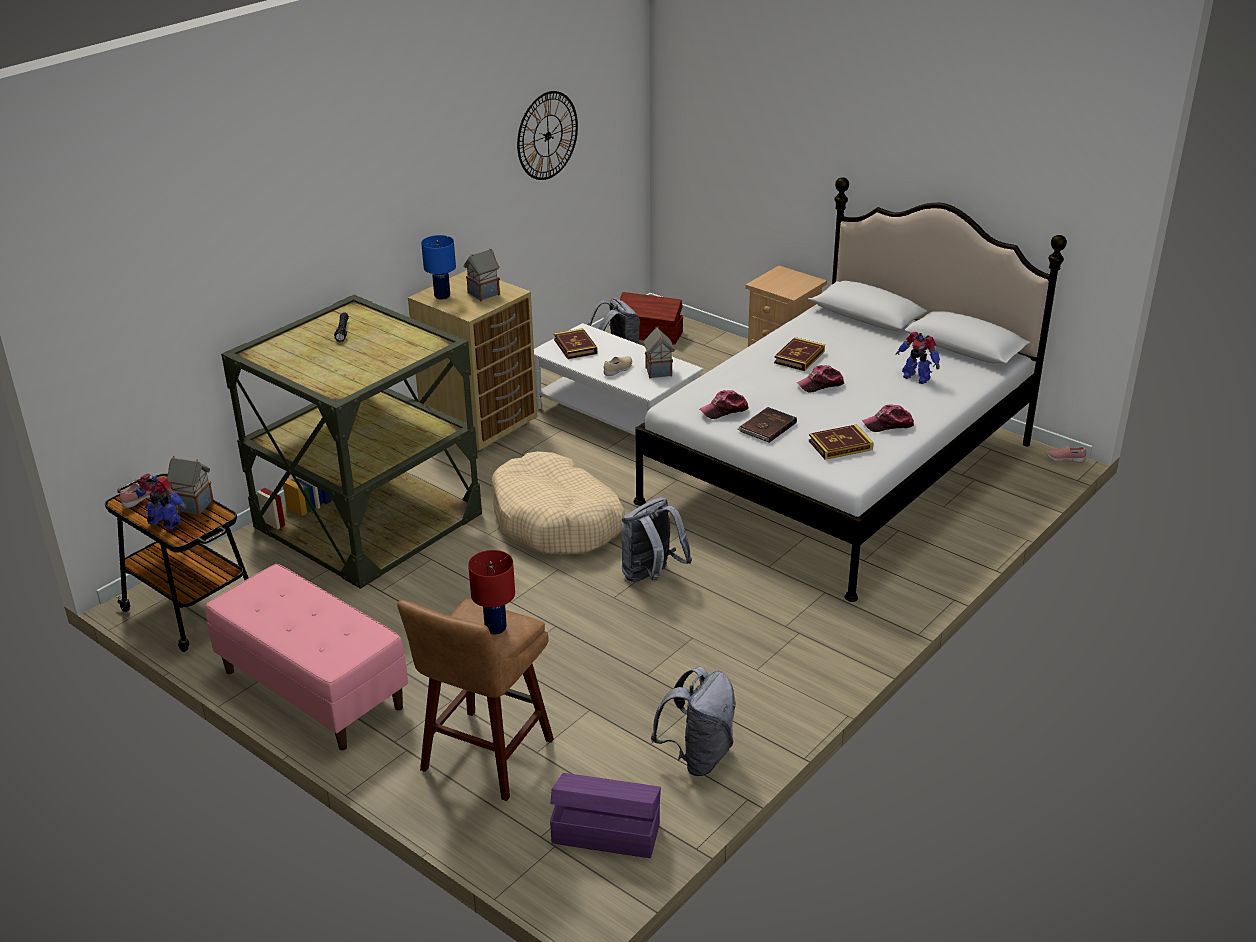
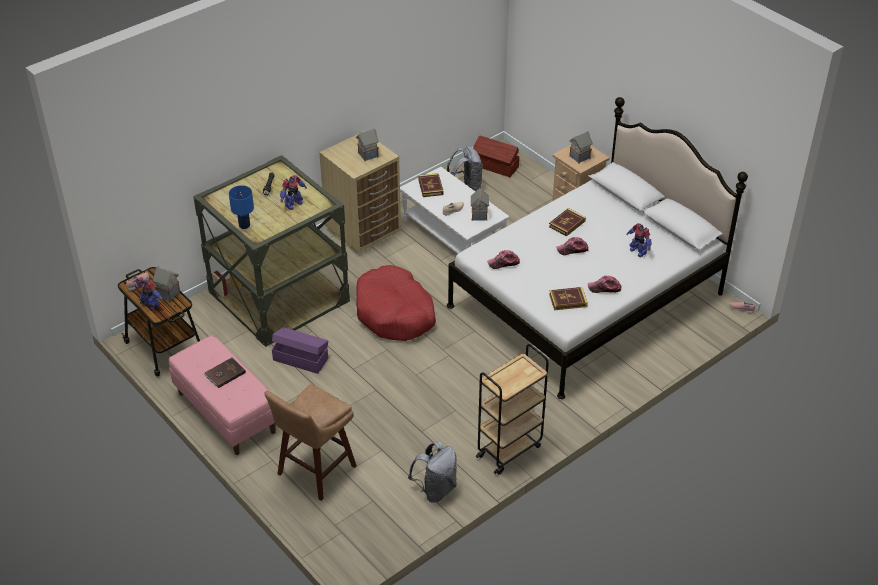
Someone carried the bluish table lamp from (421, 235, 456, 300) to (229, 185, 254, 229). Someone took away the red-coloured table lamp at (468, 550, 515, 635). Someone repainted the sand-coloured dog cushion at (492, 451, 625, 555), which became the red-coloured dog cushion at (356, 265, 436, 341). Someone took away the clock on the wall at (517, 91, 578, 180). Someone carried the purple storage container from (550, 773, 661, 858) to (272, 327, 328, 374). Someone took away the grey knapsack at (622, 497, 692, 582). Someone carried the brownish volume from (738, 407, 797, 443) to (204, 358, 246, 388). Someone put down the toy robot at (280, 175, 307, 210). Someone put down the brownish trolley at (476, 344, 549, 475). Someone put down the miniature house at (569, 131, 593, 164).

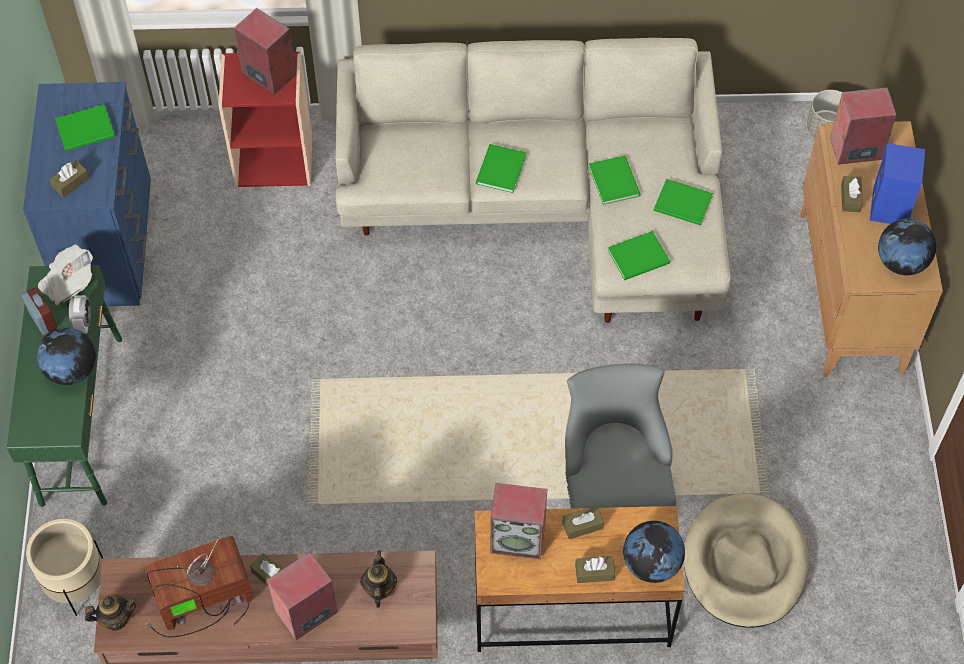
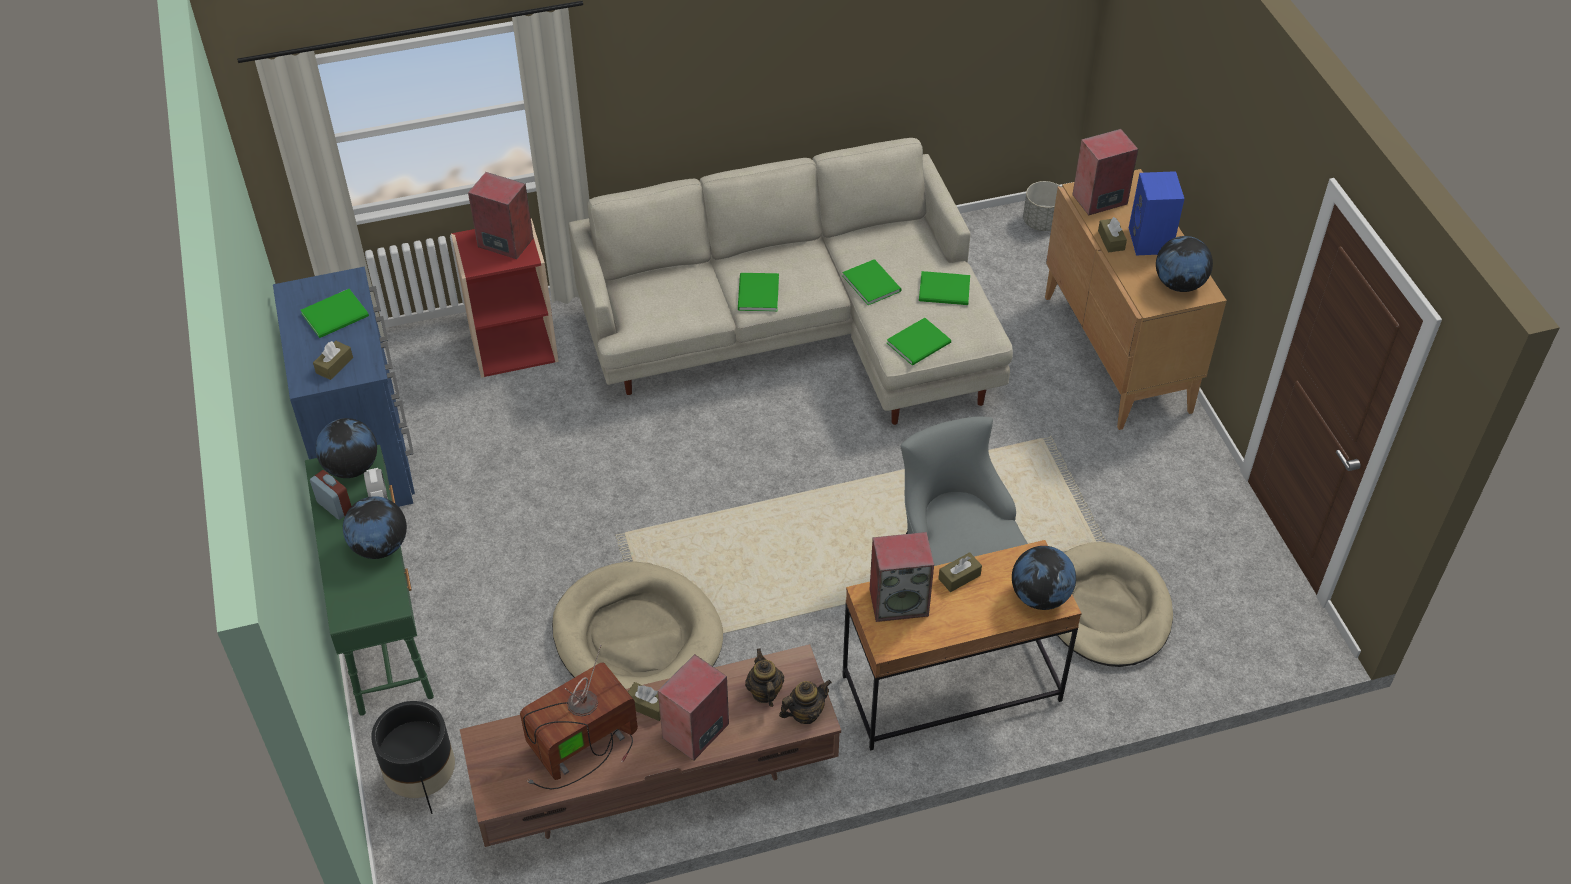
Someone repainted the sand-coloured plant pot at (26, 519, 103, 616), which became the black-coloured plant pot at (371, 701, 455, 814). Someone swapped the daily paper at (38, 245, 93, 305) for the globe at (315, 418, 377, 478). Someone carried the tea pot from (85, 595, 137, 631) to (779, 680, 832, 724). Someone took away the brownish tissue holder at (575, 556, 615, 583). Someone put down the sand-coloured dog cushion at (552, 561, 723, 689).

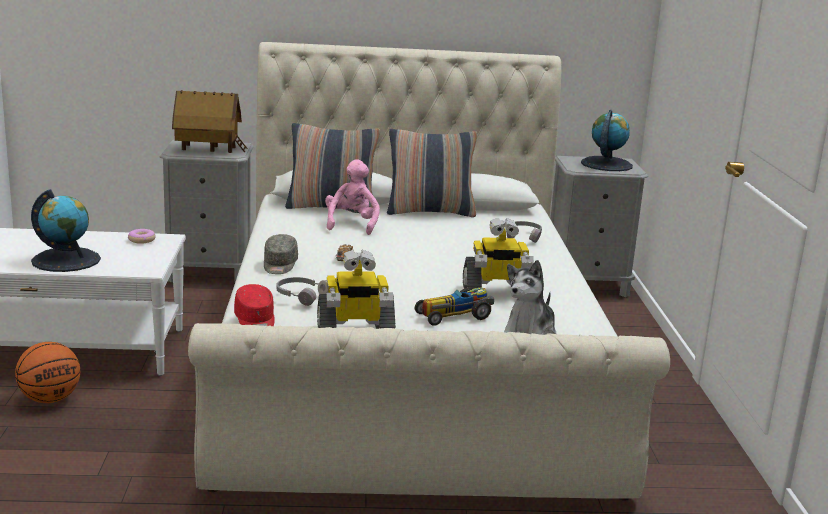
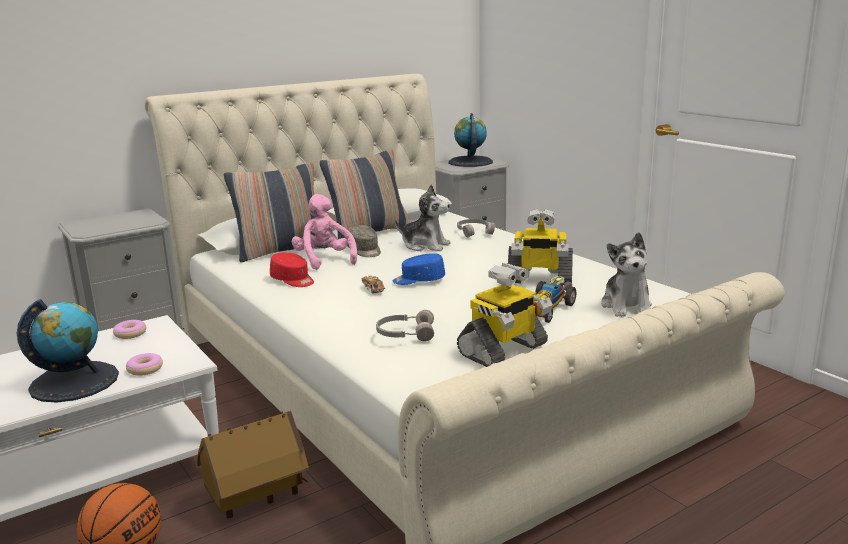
Someone carried the miniature house from (172, 90, 247, 153) to (197, 411, 309, 519). Someone carried the red-coloured cap from (234, 284, 275, 326) to (270, 252, 314, 287). Someone carried the grey cap from (264, 234, 298, 274) to (347, 225, 381, 257). Someone rotated the toy robot at (463, 218, 534, 290) by 45 degrees clockwise. Someone put down the ring doughnut at (126, 353, 163, 376). Someone put down the bluish cap at (393, 253, 445, 285). Someone put down the soft toy at (395, 185, 451, 251).

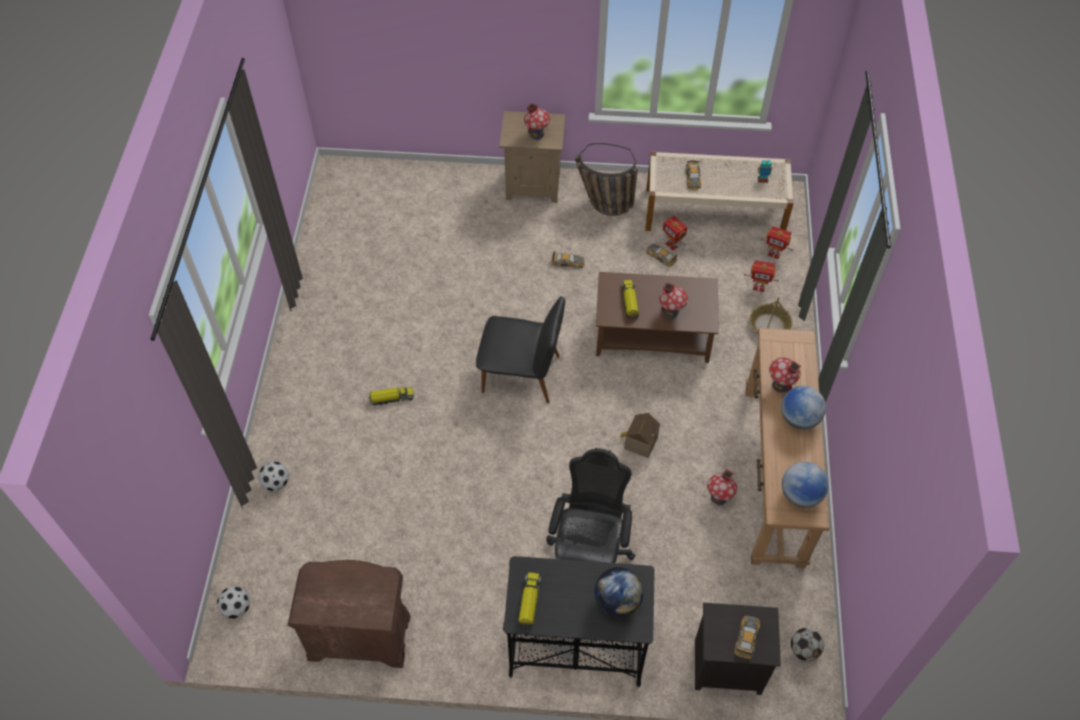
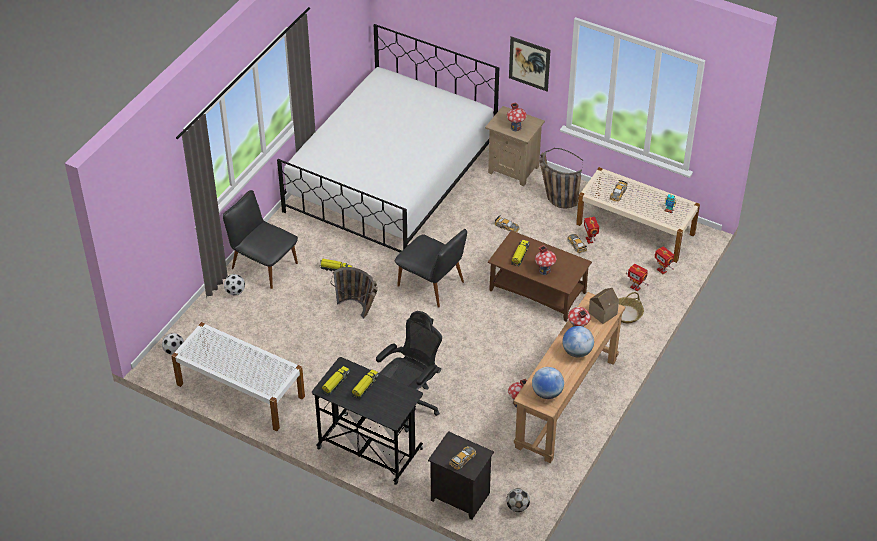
Someone swapped the brownish night table at (288, 560, 411, 668) for the white-coloured indoor bench at (171, 322, 305, 431). Someone took away the globe at (594, 567, 644, 617). Someone carried the miniature house from (620, 413, 660, 458) to (589, 288, 619, 324). Someone put down the black-coloured plain chair at (223, 190, 298, 289). Someone put down the white-coloured bed at (277, 24, 499, 253). Someone put down the household basket at (330, 267, 378, 319). Someone put down the model truck at (351, 369, 379, 399). Someone put up the wall picture at (509, 36, 550, 92).

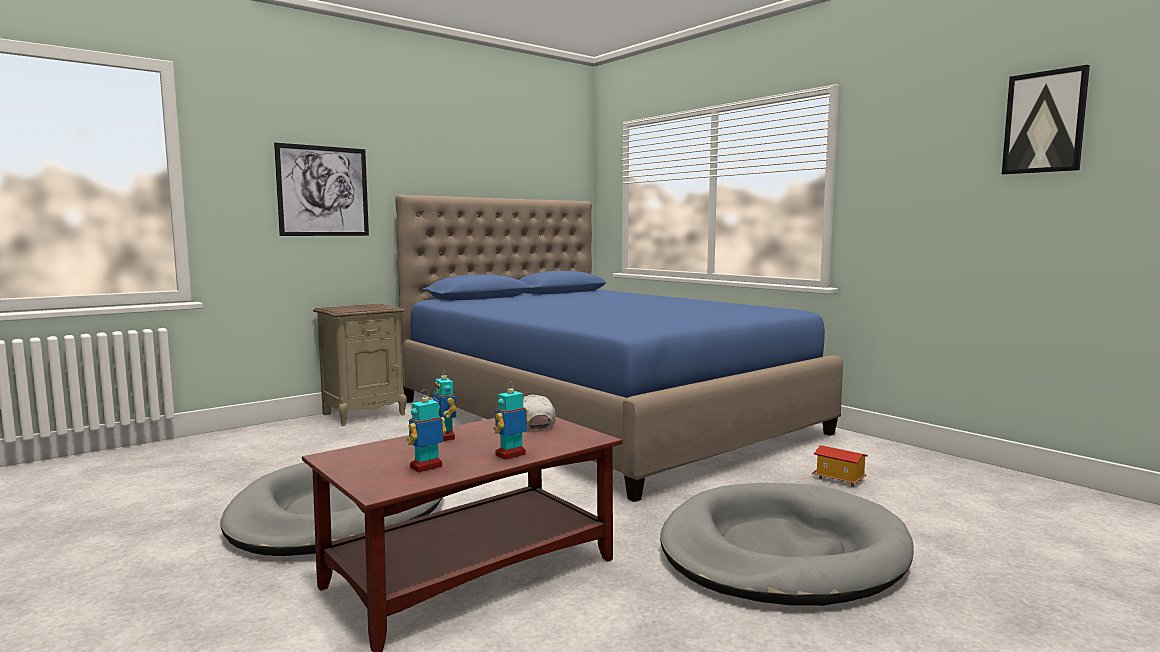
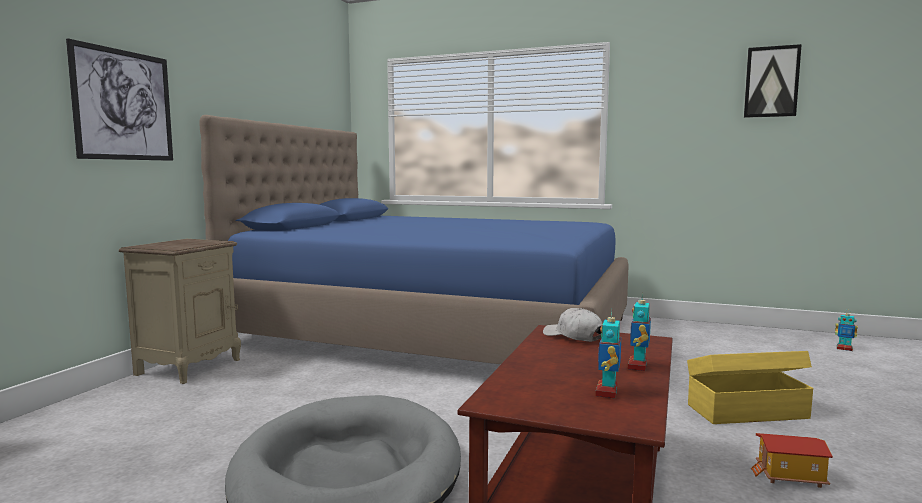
Someone carried the toy robot from (433, 368, 457, 441) to (835, 311, 858, 351). Someone swapped the grey dog cushion at (660, 483, 914, 606) for the yellowish storage container at (687, 351, 813, 424). Someone carried the miniature house from (812, 445, 868, 487) to (750, 433, 833, 488).

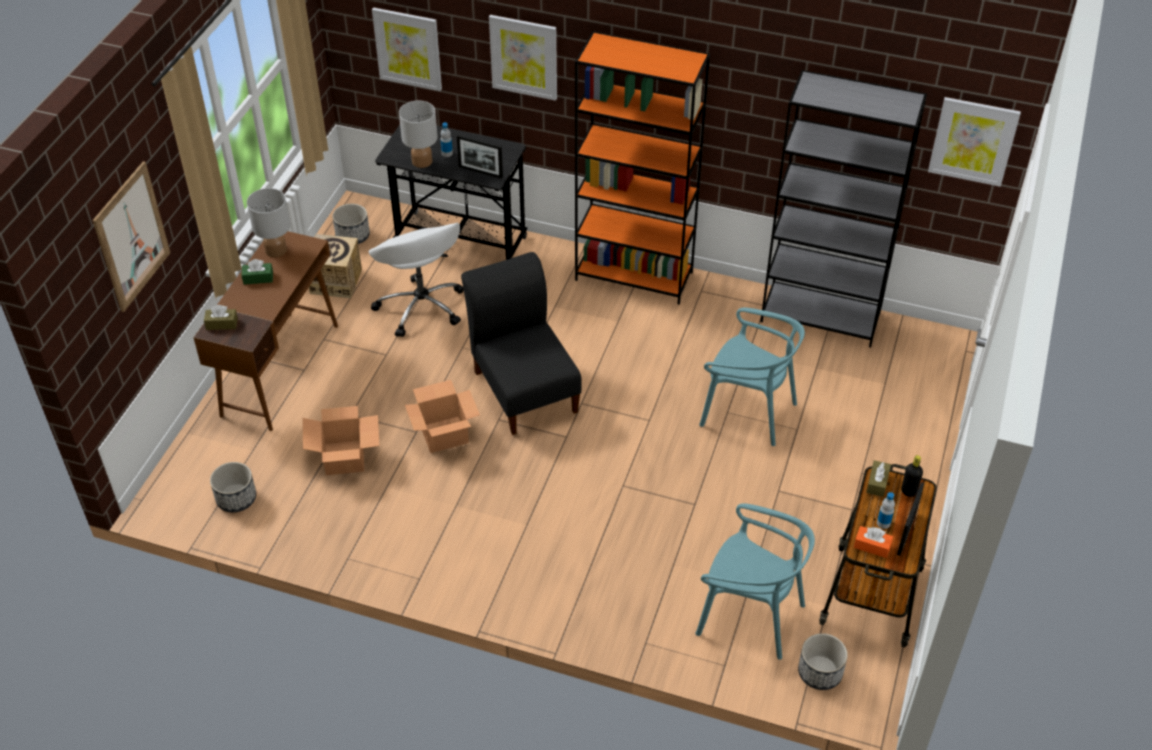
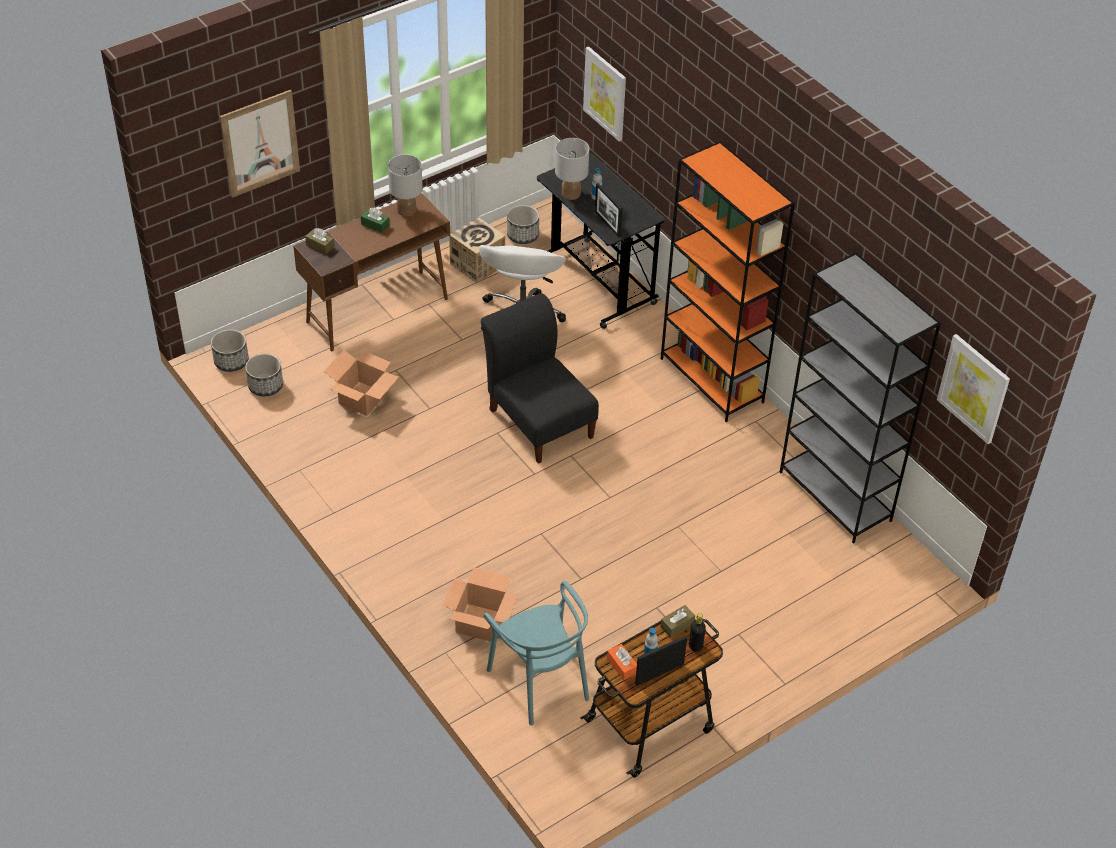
Someone carried the cardboard box from (405, 380, 480, 453) to (443, 568, 518, 642). Someone rotated the black-coloured plain chair at (461, 252, 581, 435) by 45 degrees counterclockwise. Someone took away the wall picture at (489, 15, 557, 101). Someone took away the blue-green plain chair at (699, 308, 805, 446). Someone carried the plant pot from (798, 633, 848, 690) to (211, 329, 249, 372).

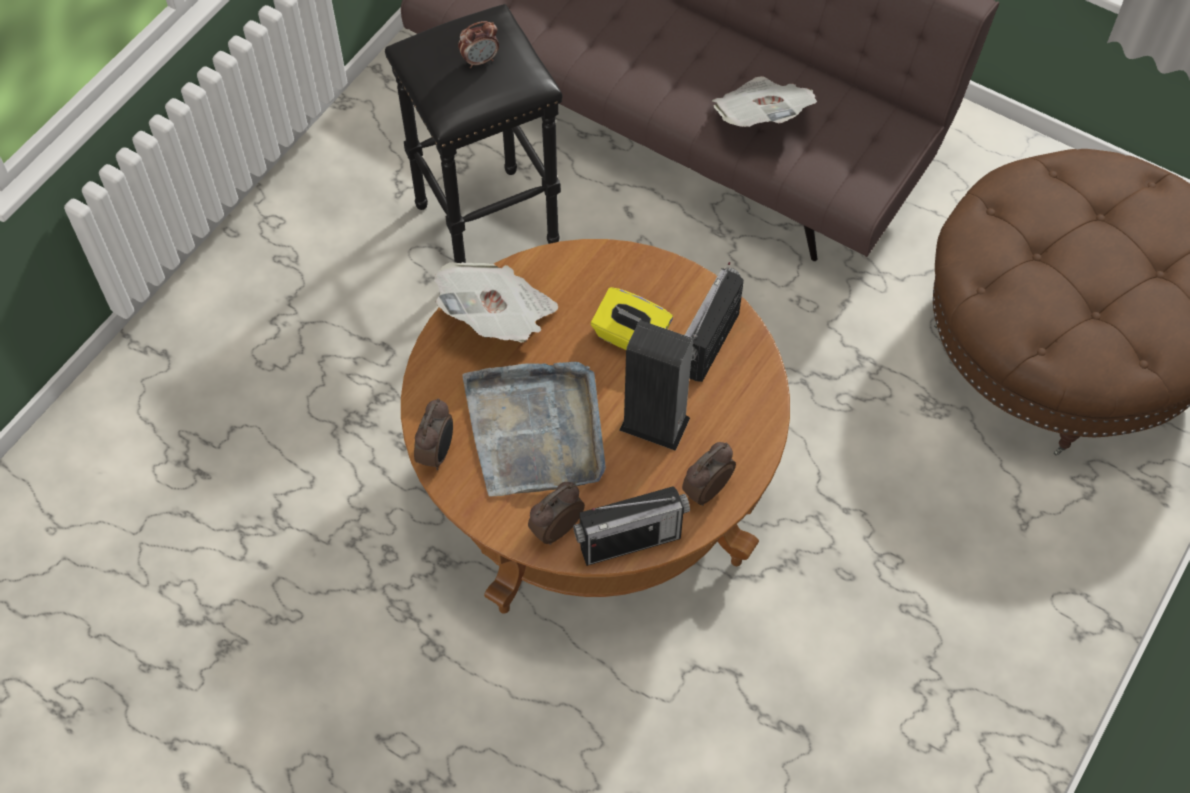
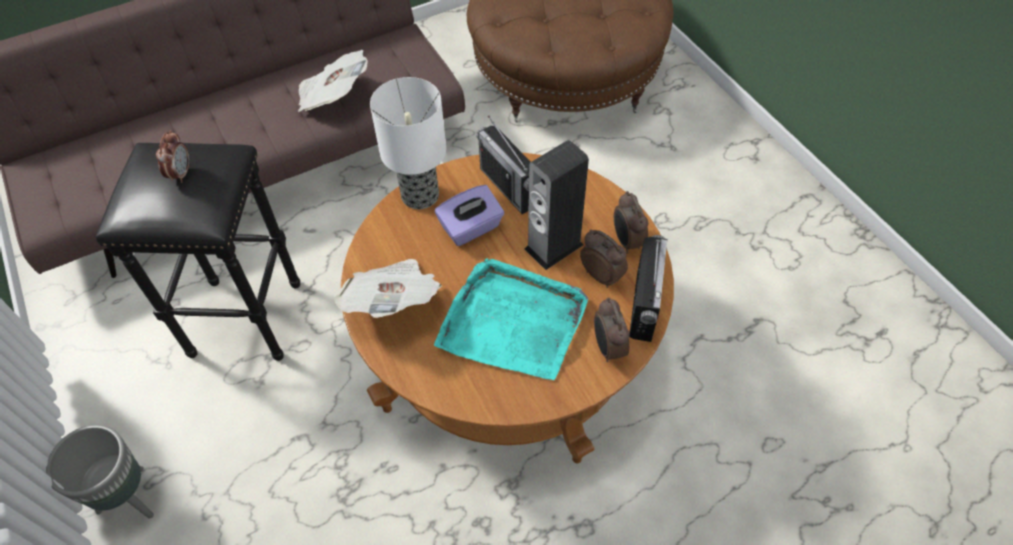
Someone carried the bedside clock from (414, 398, 453, 470) to (580, 230, 628, 288). Someone repainted the grey serving tray at (462, 362, 606, 496), which became the blue-green serving tray at (434, 258, 588, 380). Someone repainted the yellowish tissue holder at (591, 287, 673, 350), which became the purple tissue holder at (435, 185, 504, 246). Someone put down the grey plant pot at (46, 425, 154, 518). Someone put down the table lamp at (370, 77, 446, 209).

